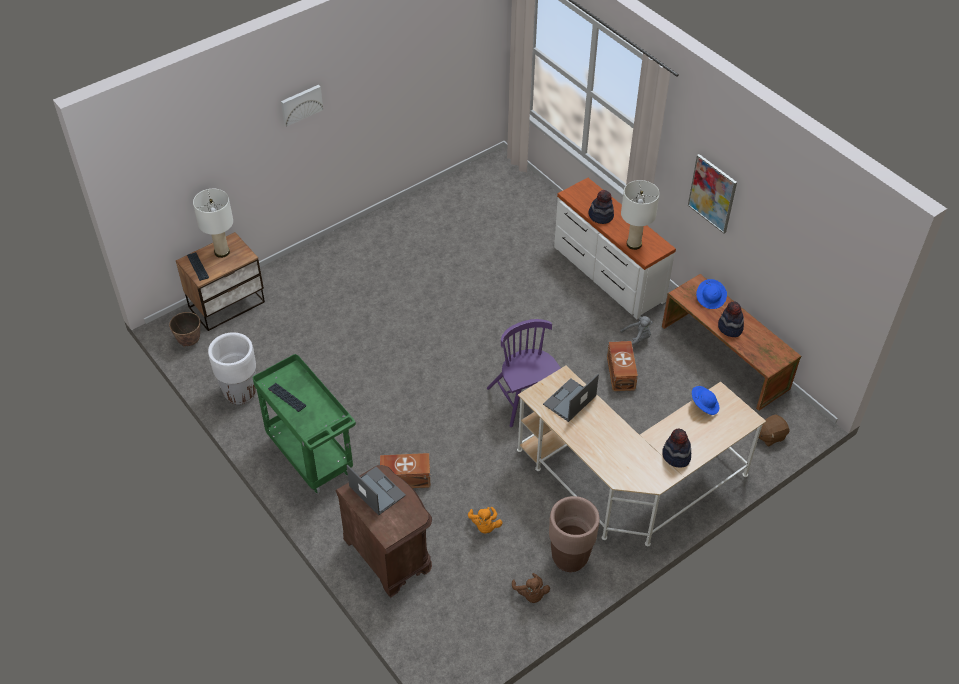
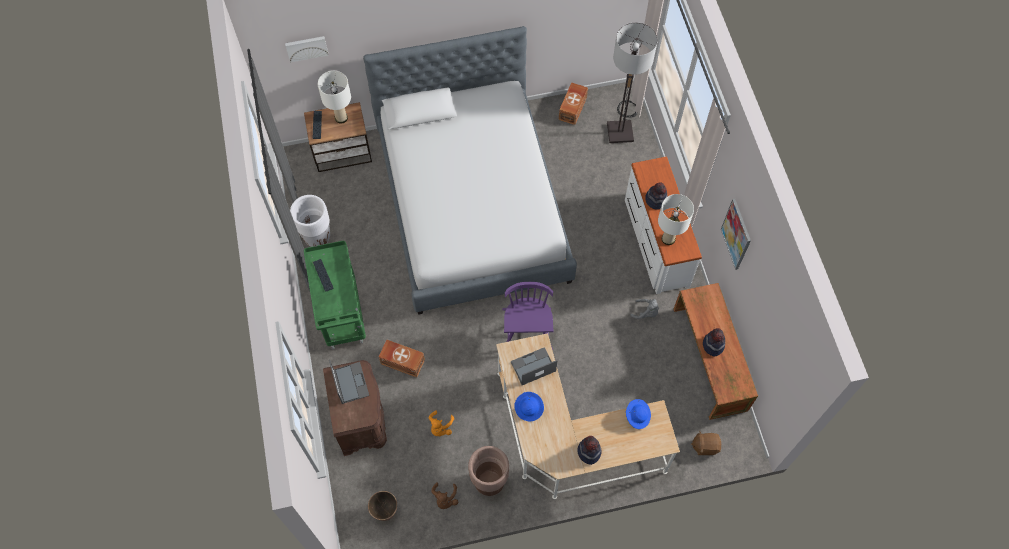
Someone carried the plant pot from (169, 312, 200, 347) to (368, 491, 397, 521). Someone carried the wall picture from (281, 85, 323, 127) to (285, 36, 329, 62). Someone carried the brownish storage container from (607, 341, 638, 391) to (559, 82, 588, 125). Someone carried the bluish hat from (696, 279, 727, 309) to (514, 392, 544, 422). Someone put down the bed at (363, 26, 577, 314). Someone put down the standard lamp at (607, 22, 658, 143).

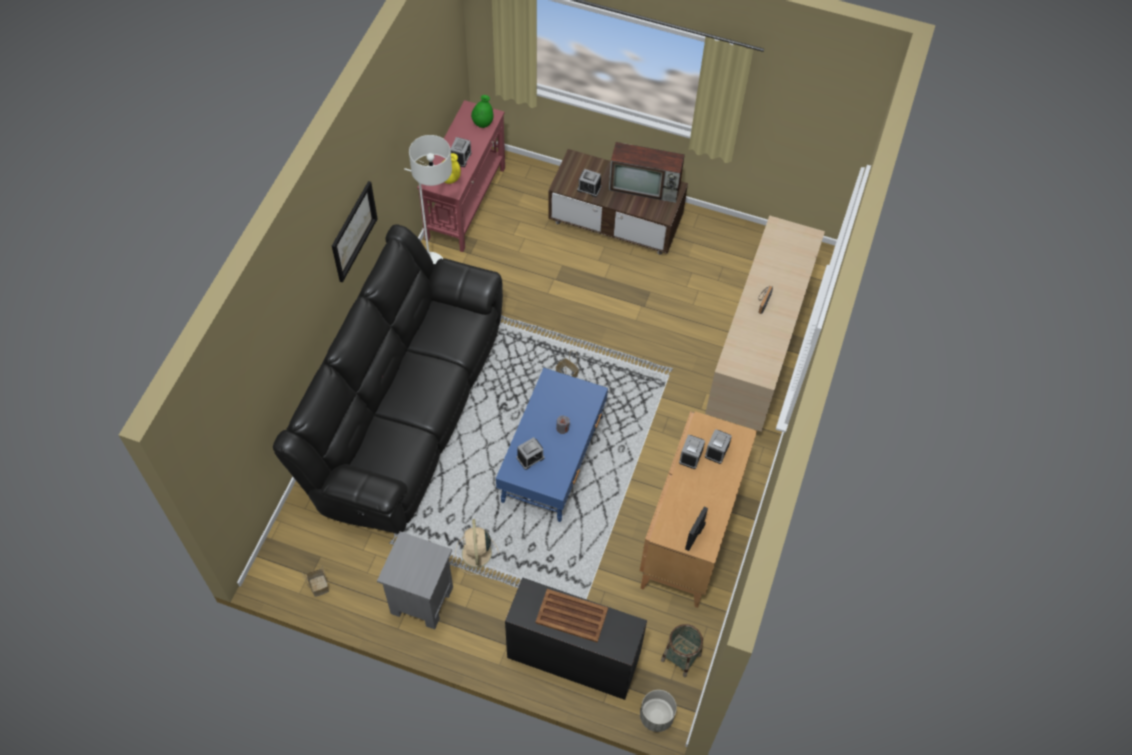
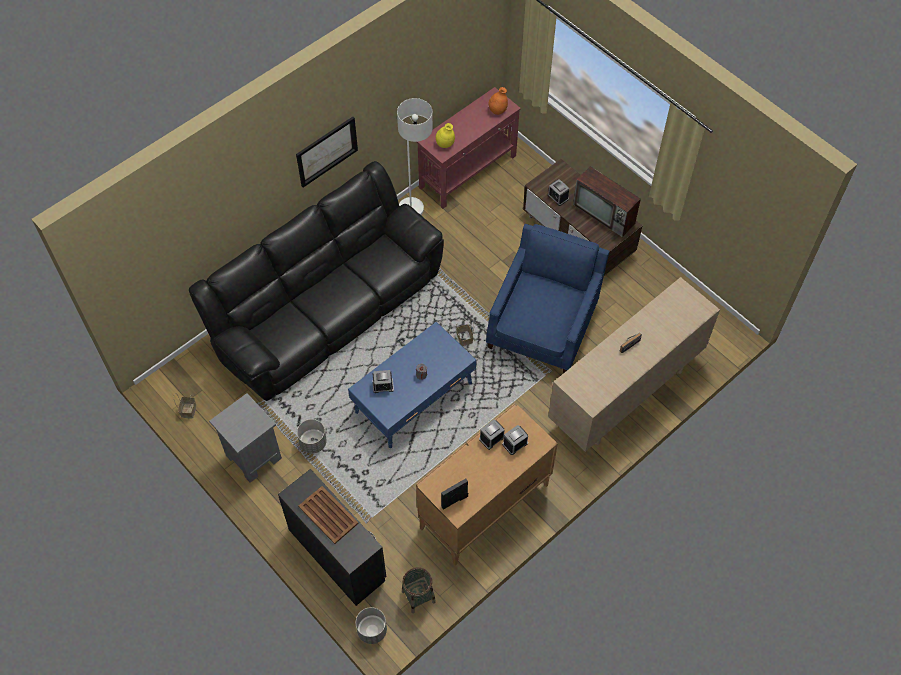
Someone took away the bedside clock at (450, 137, 472, 167). Someone swapped the sand-coloured cooling fan at (455, 519, 499, 575) for the grey plant pot at (297, 419, 327, 453). Someone repainted the greenish vase at (471, 95, 493, 128), which became the orangey vase at (489, 87, 508, 115). Someone put down the bluish armchair at (486, 224, 610, 374).

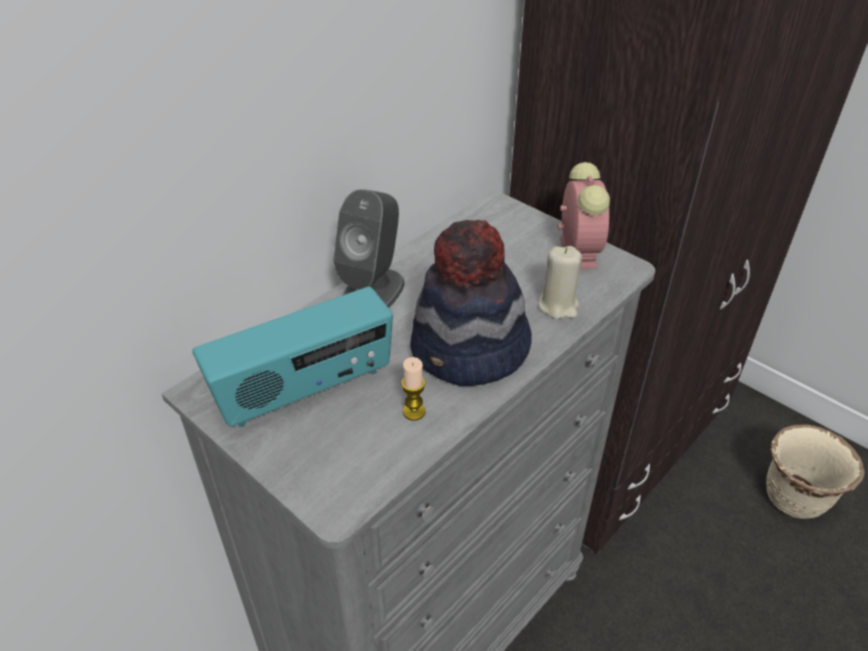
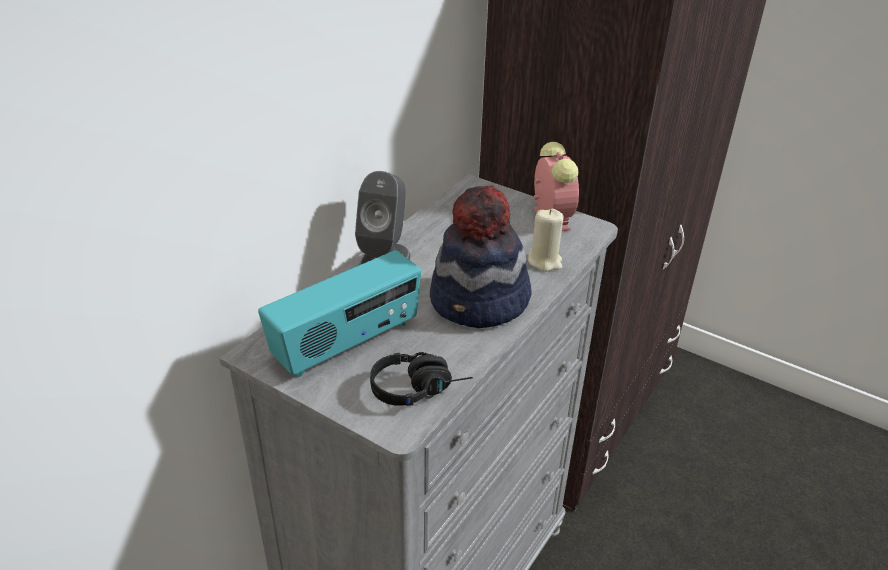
Someone took away the wax light at (401, 357, 426, 421). Someone took away the sand-coloured plant pot at (766, 424, 864, 519). Someone put down the black-coloured pair of headphones at (370, 352, 473, 406).

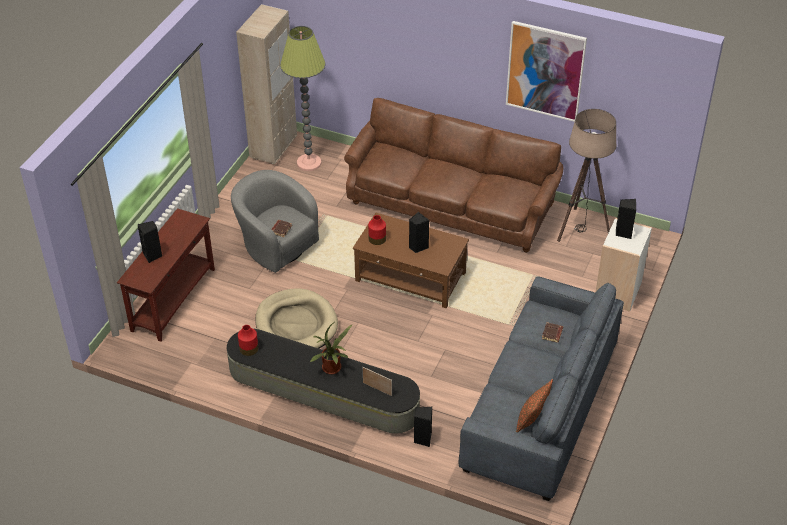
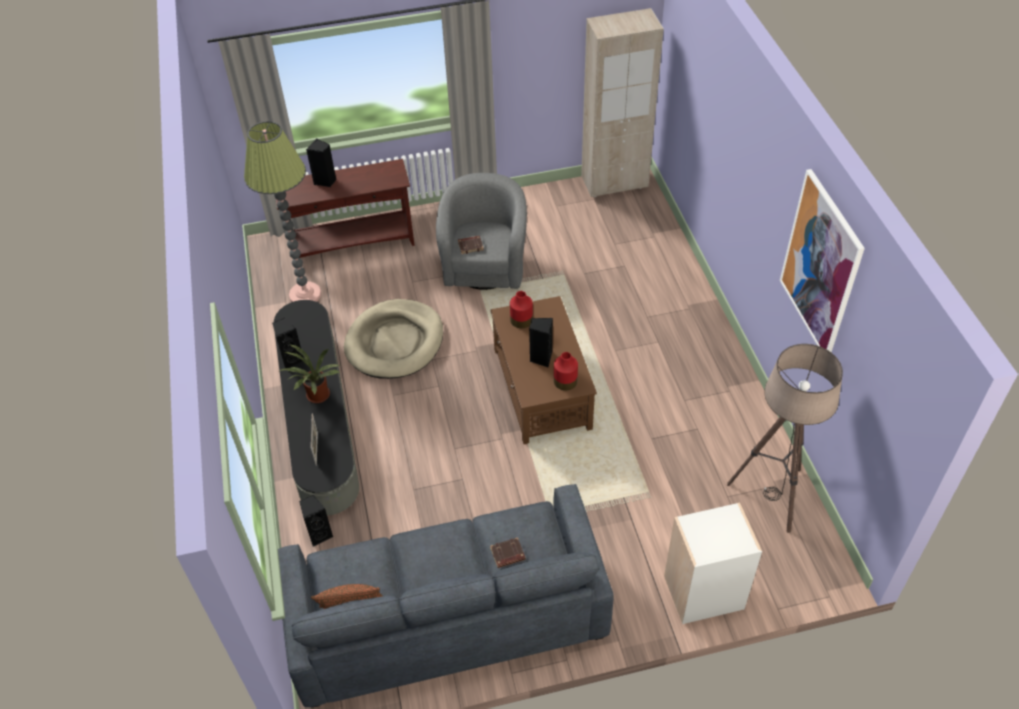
Someone carried the red-coloured vase from (238, 325, 258, 356) to (554, 352, 578, 391). Someone carried the standard lamp from (280, 26, 325, 171) to (244, 121, 321, 302). Someone took away the brownish settee at (344, 98, 563, 253). Someone carried the black-coloured loudspeaker from (616, 199, 636, 239) to (272, 318, 304, 368).

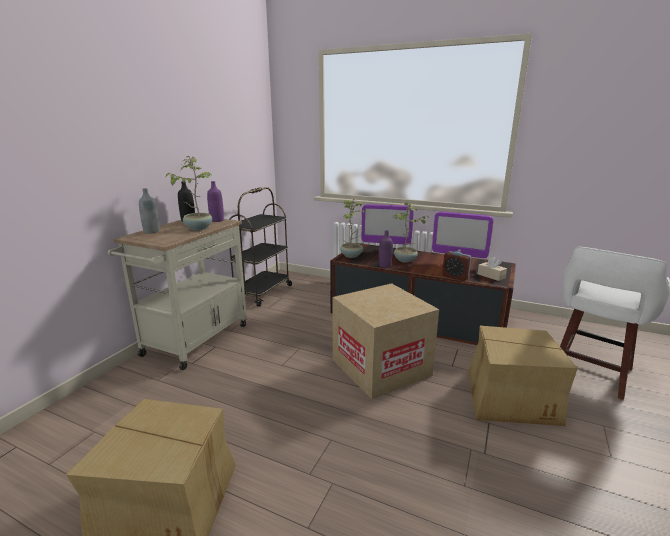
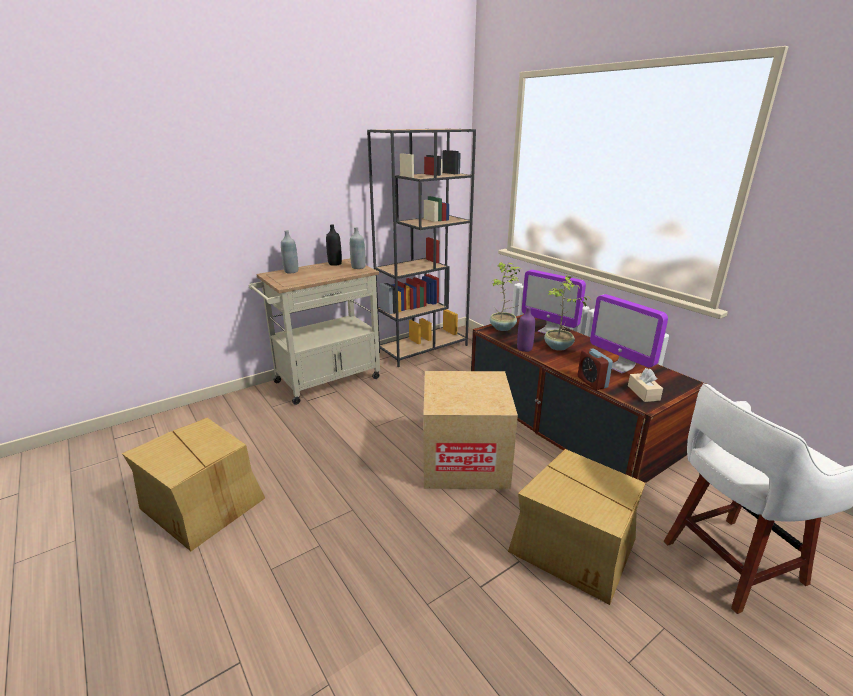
Someone took away the plant in a pot at (166, 156, 212, 230). Someone repainted the purple beverage bottle at (207, 181, 224, 222), which became the grey beverage bottle at (350, 227, 366, 269). Someone swapped the black-coloured trolley at (229, 187, 292, 307) for the bookcase at (367, 129, 476, 367).

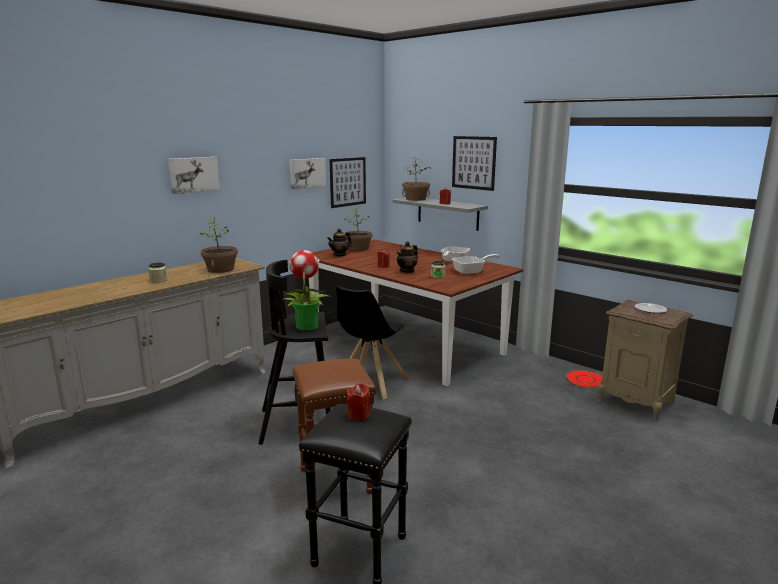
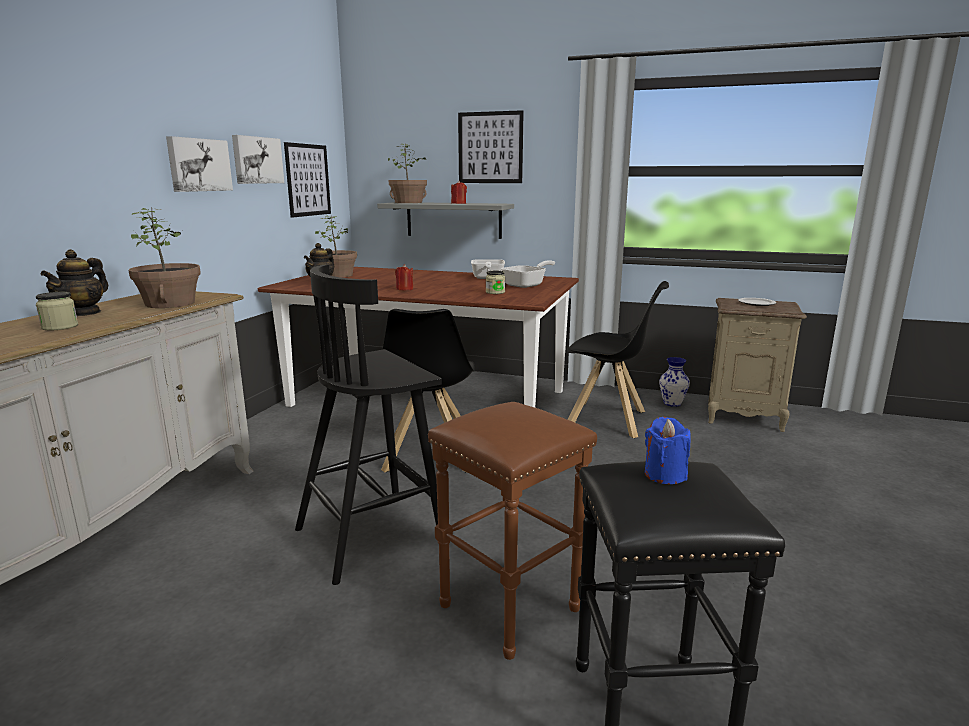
Someone carried the wall picture from (168, 157, 220, 195) to (166, 136, 233, 192). Someone took away the plant in a pot at (282, 250, 329, 330). Someone repainted the red-coloured wax light at (347, 383, 370, 421), which became the bluish wax light at (645, 417, 691, 484). Someone carried the tea pot from (397, 241, 418, 273) to (41, 249, 108, 316). Someone swapped the red-coloured flat dish at (566, 370, 602, 388) for the vase at (659, 357, 690, 407). Someone put down the black-coloured plain chair at (567, 281, 669, 438).

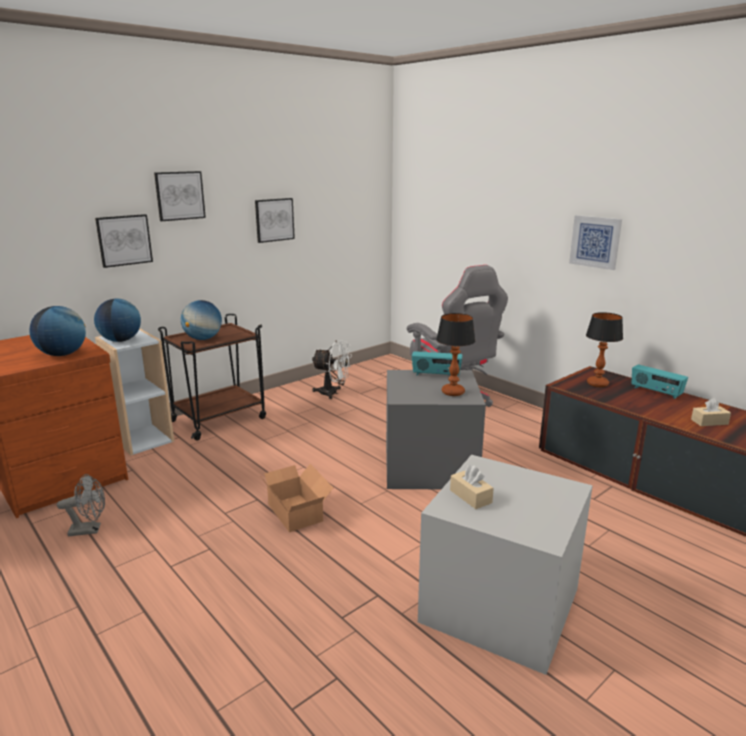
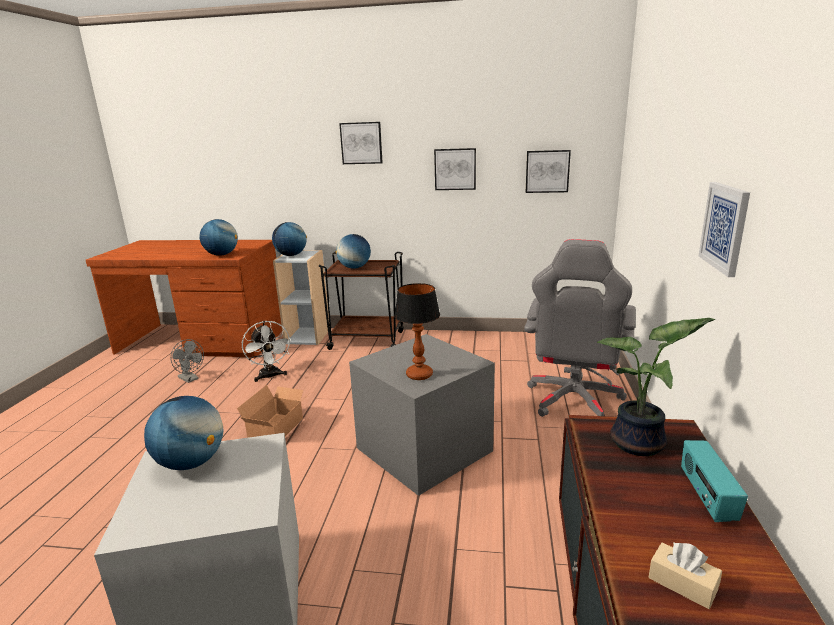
Someone carried the wall picture from (95, 214, 153, 268) to (526, 150, 571, 193). Someone carried the white-coloured cooling fan from (312, 340, 352, 399) to (242, 321, 291, 382). Someone took away the radio receiver at (412, 351, 462, 375). Someone swapped the sand-coloured tissue holder at (450, 465, 494, 509) for the globe at (144, 396, 223, 470). Someone swapped the table lamp at (586, 312, 623, 387) for the plant in a pot at (597, 318, 716, 456).

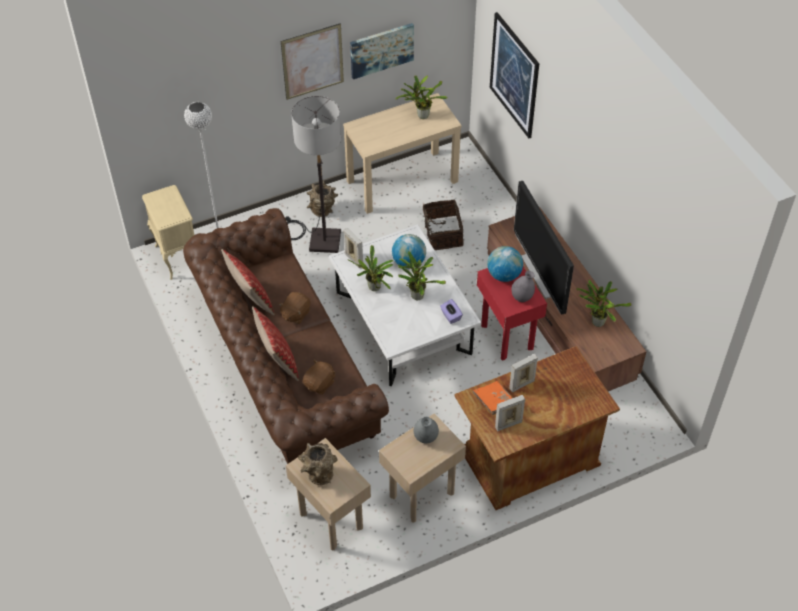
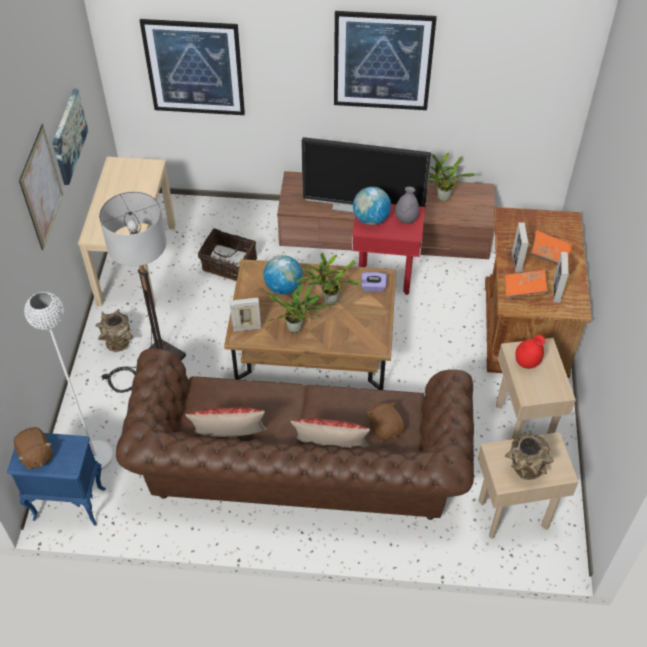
Someone repainted the sand-coloured night table at (142, 185, 194, 280), which became the bluish night table at (7, 433, 106, 526). Someone carried the brownish soft toy from (279, 292, 311, 324) to (14, 427, 53, 470). Someone repainted the white-coloured coffee table at (329, 224, 481, 386), which became the brownish coffee table at (224, 259, 396, 390). Someone took away the plant in a pot at (396, 75, 448, 119). Someone repainted the grey vase at (414, 417, 439, 443), which became the red-coloured vase at (515, 335, 545, 369). Someone put up the wall picture at (334, 11, 437, 110). Someone put down the orangey volume at (530, 230, 572, 265).

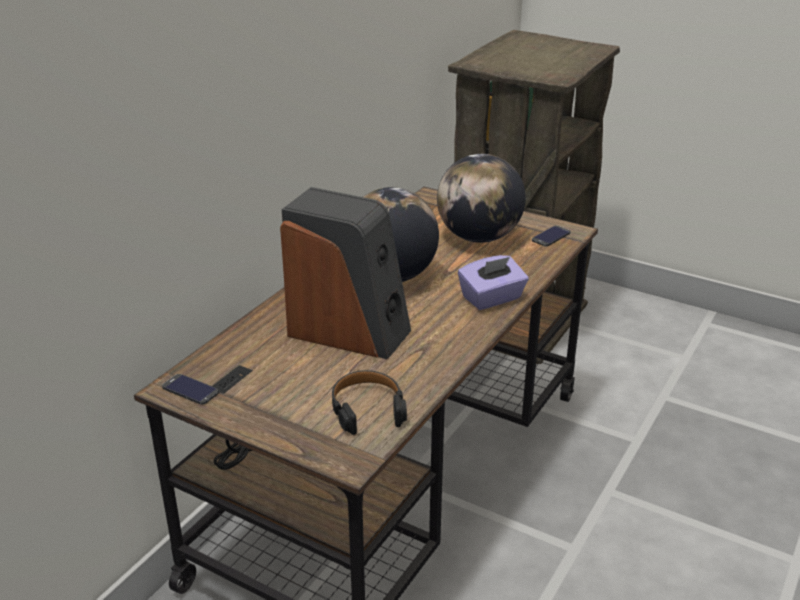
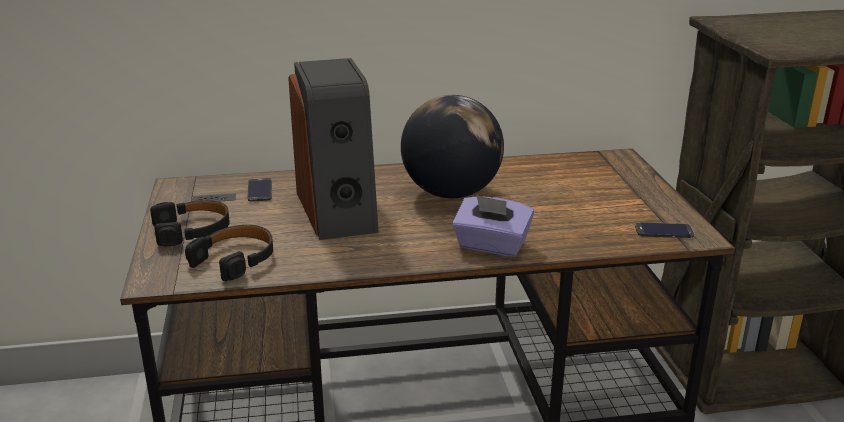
Someone carried the telephone from (162, 374, 219, 405) to (247, 178, 272, 202). Someone took away the globe at (437, 154, 526, 243). Someone put down the black-coloured pair of headphones at (150, 200, 230, 247).

